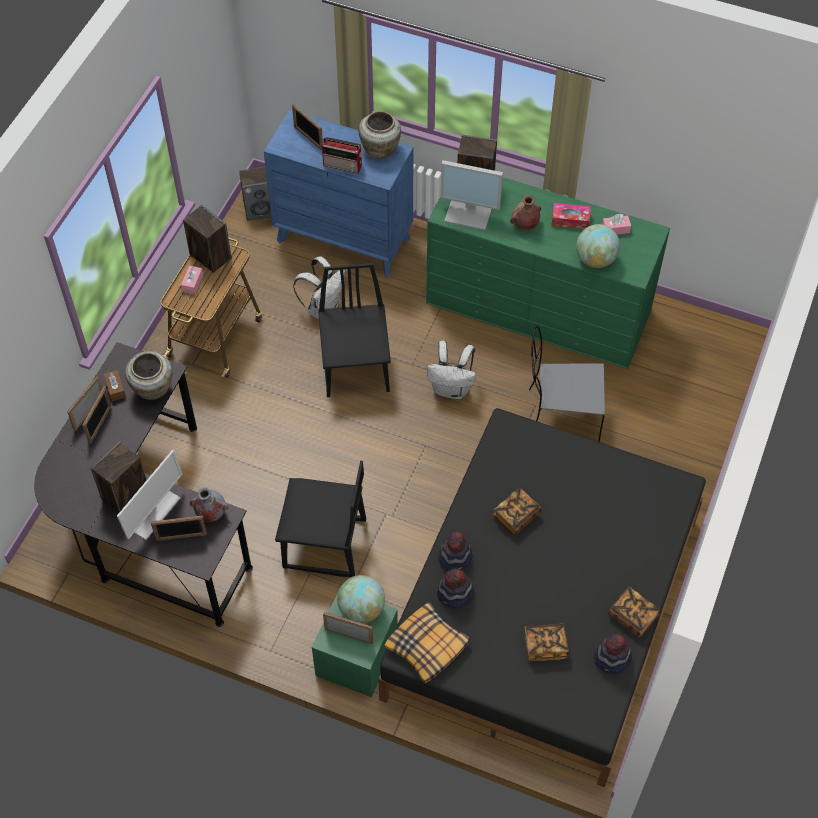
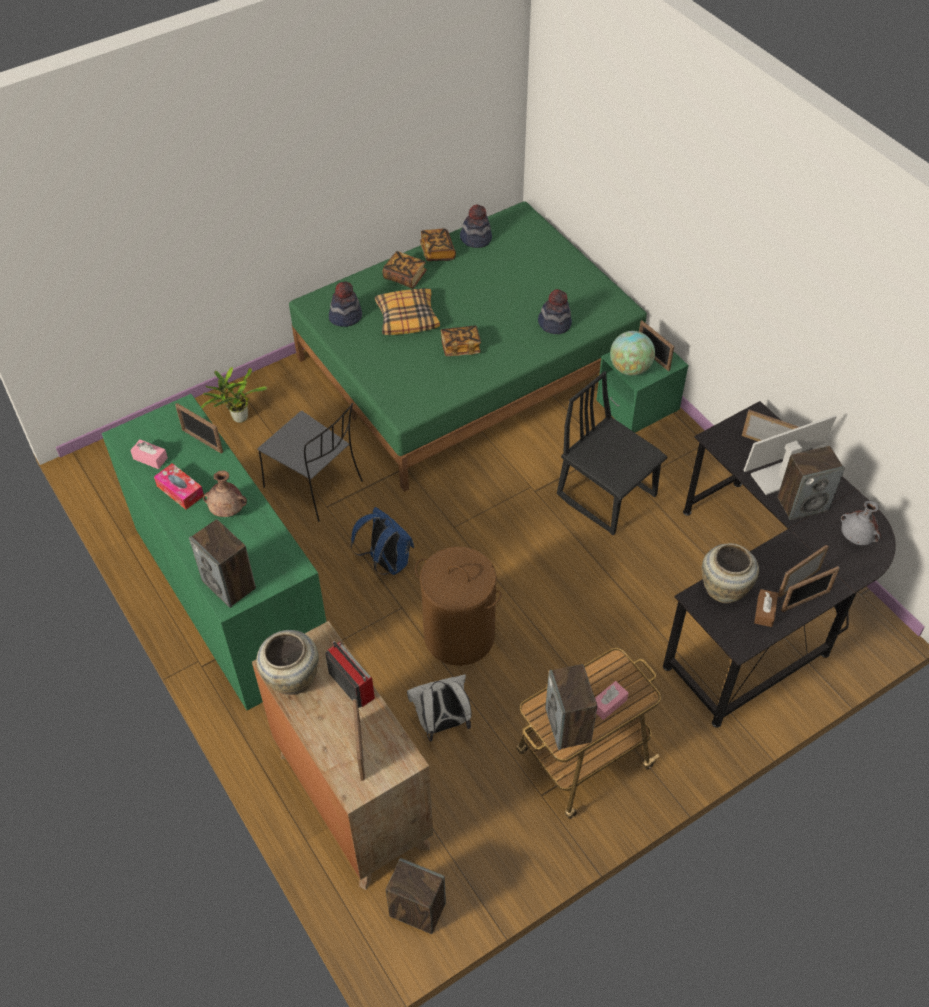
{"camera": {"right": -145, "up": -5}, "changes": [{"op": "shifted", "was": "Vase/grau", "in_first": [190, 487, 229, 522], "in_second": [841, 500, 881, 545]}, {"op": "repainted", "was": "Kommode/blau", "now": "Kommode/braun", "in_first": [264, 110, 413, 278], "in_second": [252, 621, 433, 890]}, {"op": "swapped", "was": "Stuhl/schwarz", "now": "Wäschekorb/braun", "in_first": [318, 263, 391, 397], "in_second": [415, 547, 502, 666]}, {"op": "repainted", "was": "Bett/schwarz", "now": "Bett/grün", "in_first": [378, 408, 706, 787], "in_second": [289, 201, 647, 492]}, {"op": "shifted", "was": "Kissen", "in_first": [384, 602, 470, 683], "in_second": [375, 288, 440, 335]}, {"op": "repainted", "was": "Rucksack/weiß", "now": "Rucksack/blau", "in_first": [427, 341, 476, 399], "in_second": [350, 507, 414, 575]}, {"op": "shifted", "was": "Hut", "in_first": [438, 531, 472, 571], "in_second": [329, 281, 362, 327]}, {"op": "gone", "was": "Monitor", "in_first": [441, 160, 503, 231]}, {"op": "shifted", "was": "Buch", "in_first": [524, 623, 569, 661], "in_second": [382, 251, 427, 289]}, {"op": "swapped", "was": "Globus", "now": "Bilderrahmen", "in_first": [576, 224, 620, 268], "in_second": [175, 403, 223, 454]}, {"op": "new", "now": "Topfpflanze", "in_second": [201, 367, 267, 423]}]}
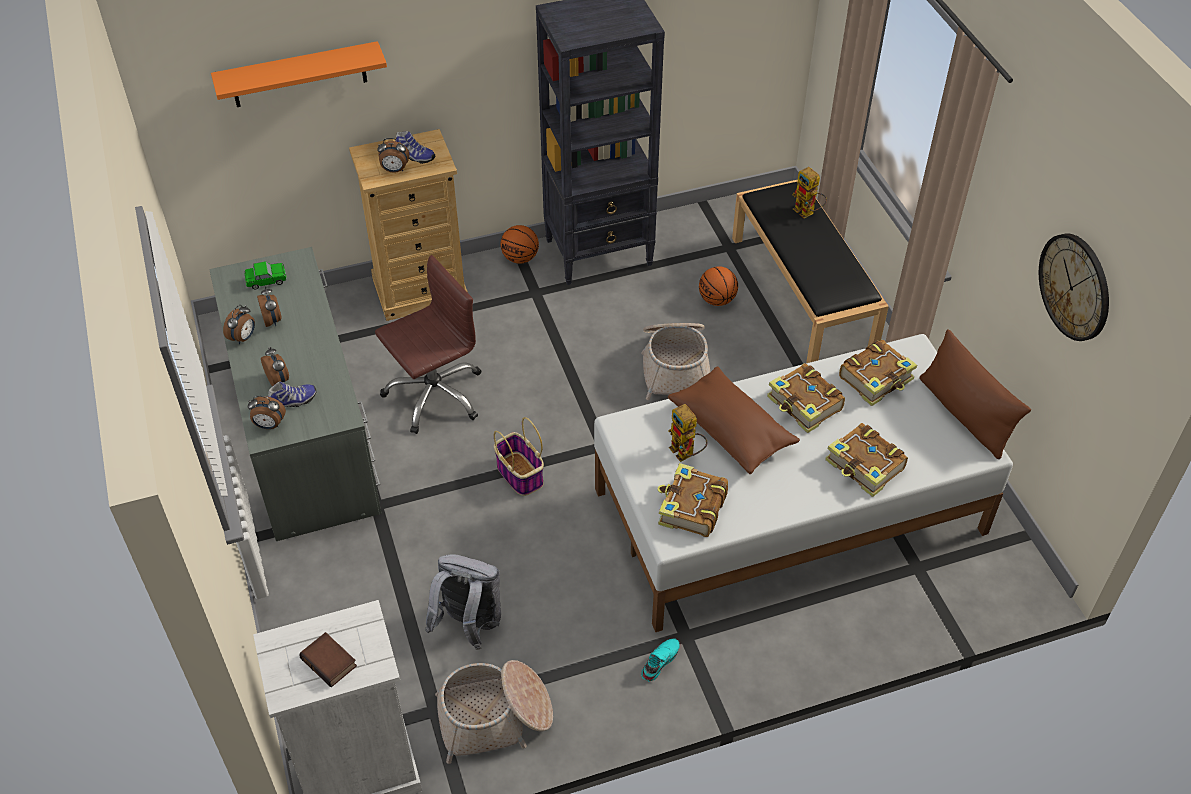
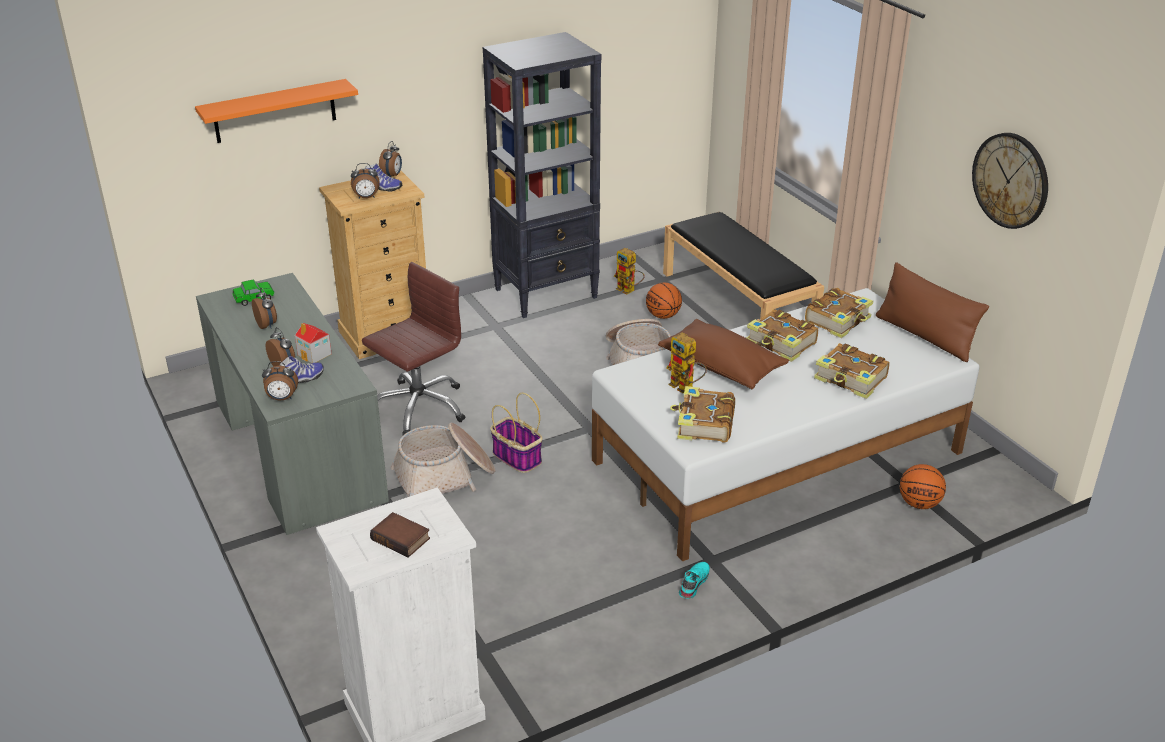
{"camera": {"right": -10, "up": -15}, "changes": [{"op": "shifted", "was": "Wecker", "in_first": [223, 305, 255, 344], "in_second": [379, 141, 402, 177]}, {"op": "gone", "was": "Rucksack/grau", "in_first": [425, 554, 501, 650]}, {"op": "shifted", "was": "Korb", "in_first": [435, 660, 553, 764], "in_second": [390, 423, 495, 497]}, {"op": "shifted", "was": "Basketball", "in_first": [501, 225, 539, 264], "in_second": [900, 464, 946, 509]}, {"op": "shifted", "was": "Spielzeugroboter", "in_first": [792, 167, 827, 219], "in_second": [614, 248, 644, 295]}, {"op": "new", "now": "Spielzeughaus", "in_second": [295, 323, 332, 363]}]}
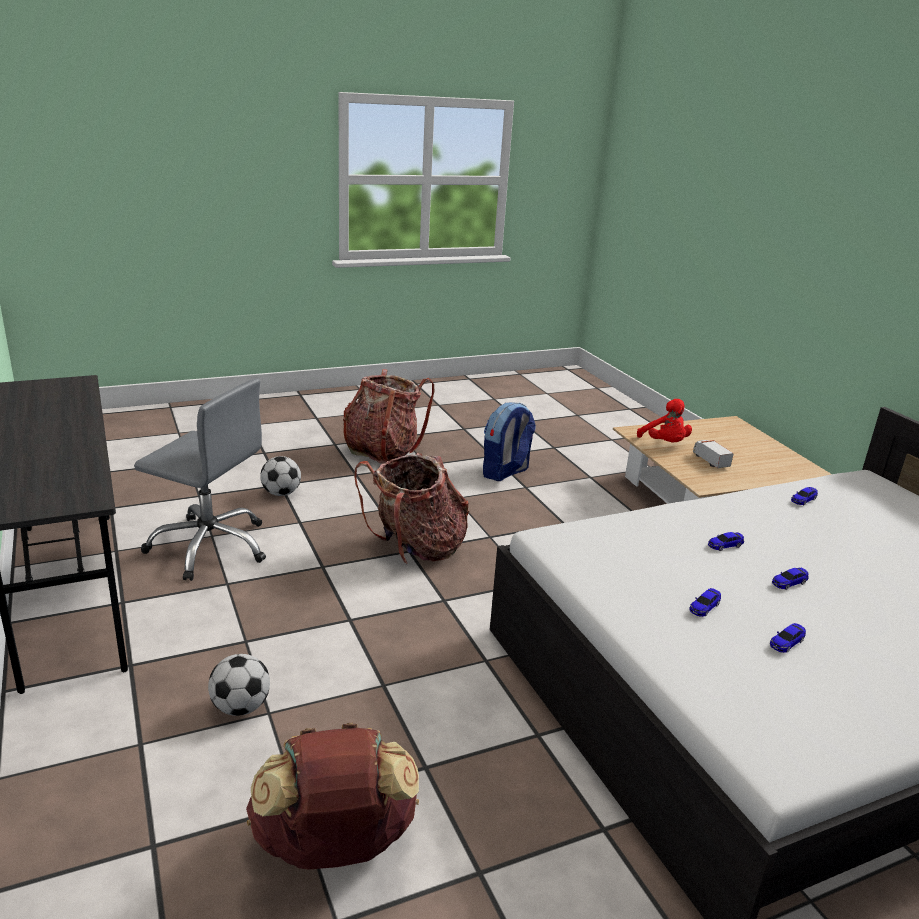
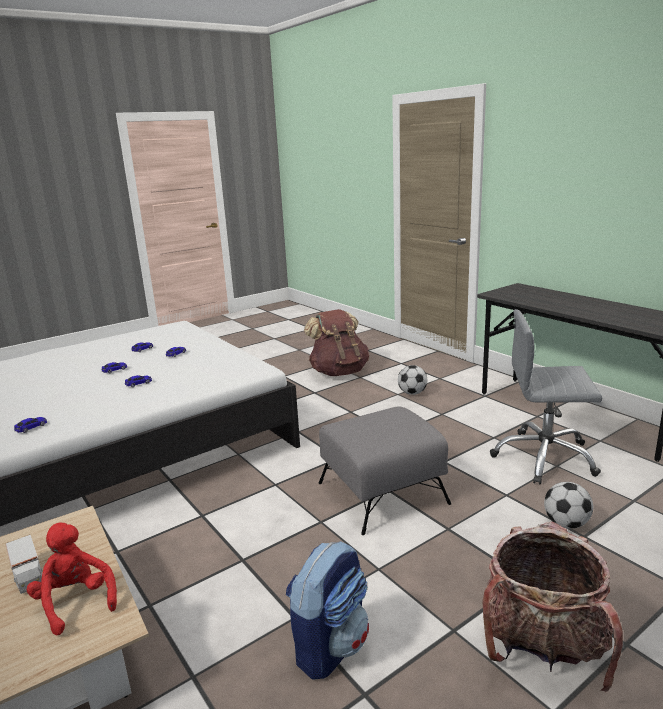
{"camera": {"right": 170, "up": -5}, "changes": [{"op": "swapped", "was": "Rucksack", "now": "Polsterhocker/grau", "in_first": [354, 453, 469, 564], "in_second": [318, 406, 451, 535]}]}
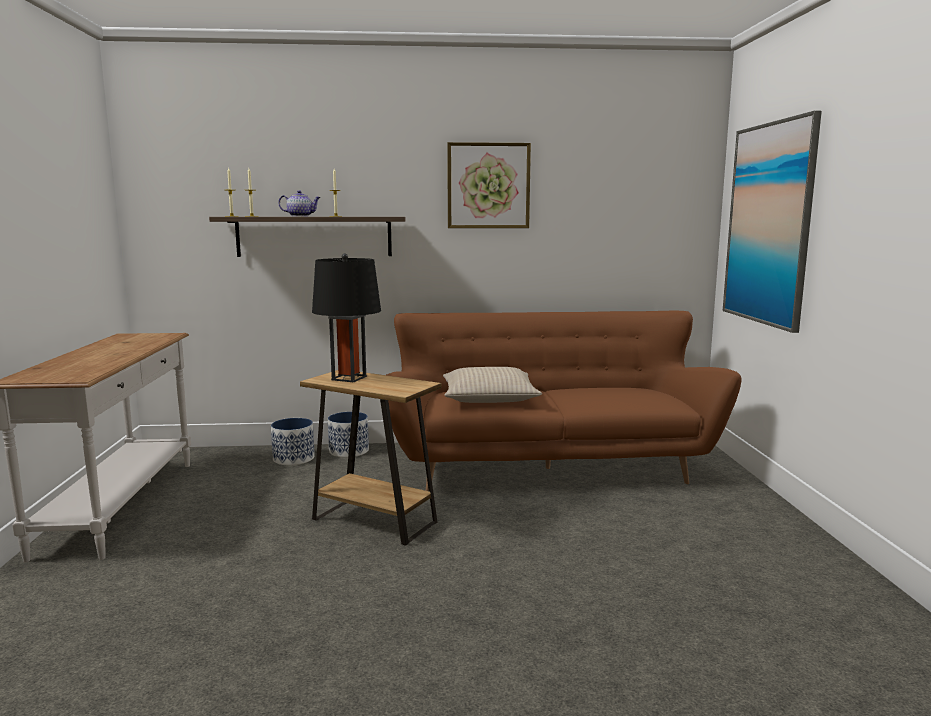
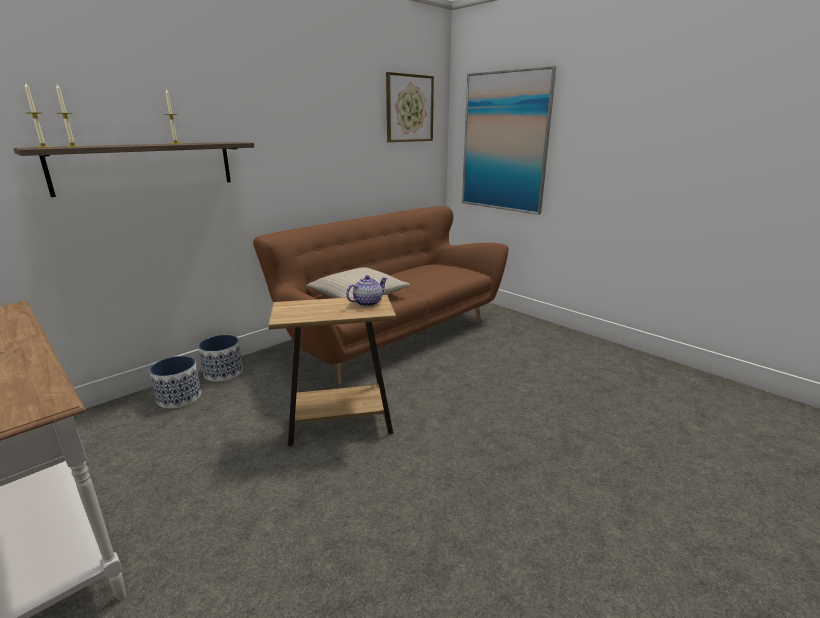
{"camera": {"right": -40, "up": 10}, "changes": [{"op": "shifted", "was": "Teekanne", "in_first": [278, 190, 321, 216], "in_second": [346, 275, 388, 307]}, {"op": "gone", "was": "Tischlampe/schwarz", "in_first": [312, 253, 381, 382]}, {"op": "shifted", "was": "Bild", "in_first": [447, 142, 531, 228], "in_second": [386, 72, 434, 142]}]}
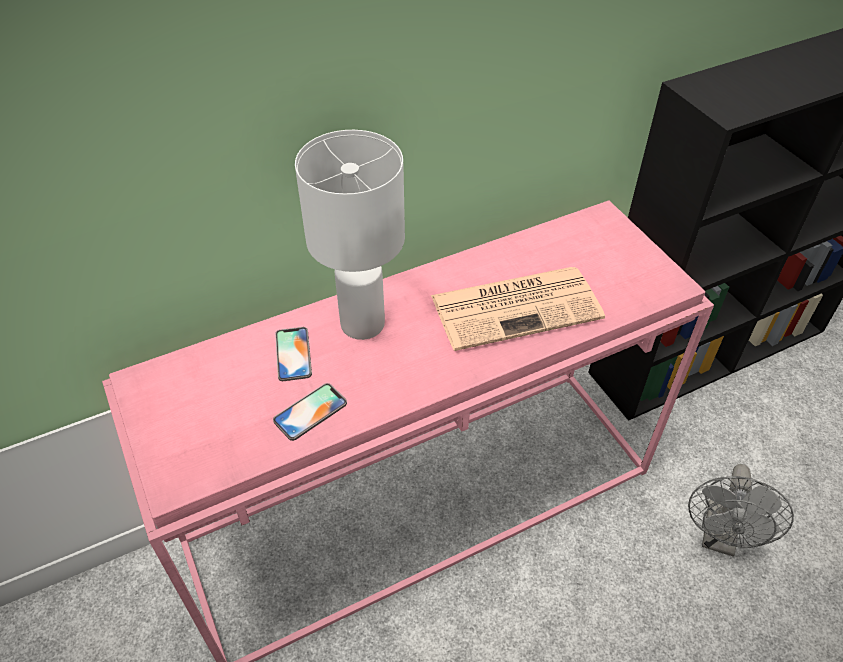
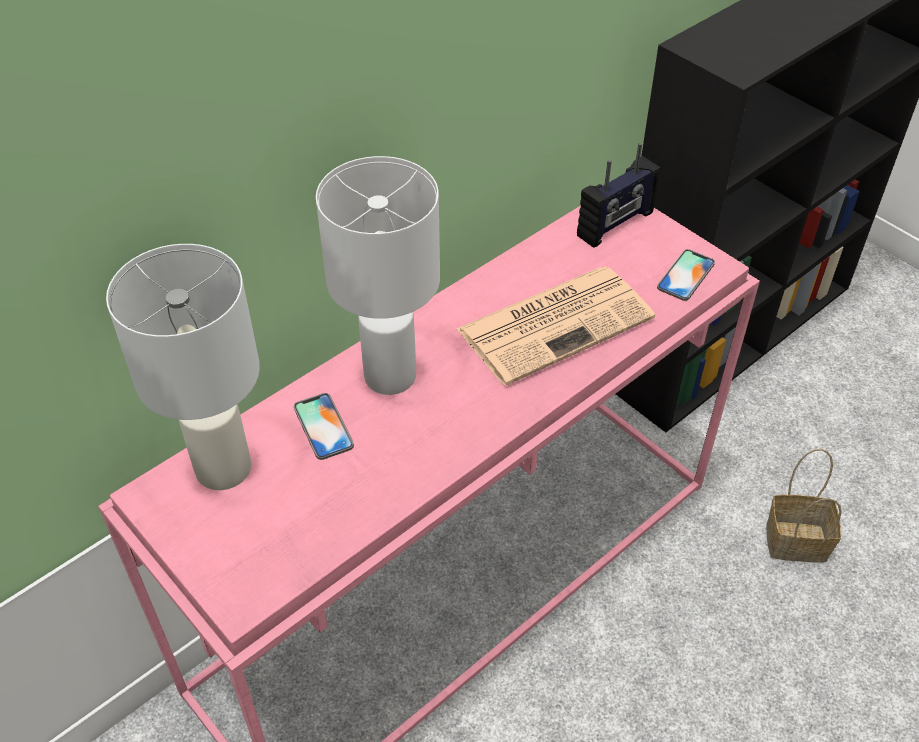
{"camera": {"right": -15, "up": 0}, "changes": [{"op": "shifted", "was": "Handy", "in_first": [273, 383, 347, 441], "in_second": [657, 249, 715, 301]}, {"op": "swapped", "was": "Ventilator/grau", "now": "Korb", "in_first": [688, 464, 794, 557], "in_second": [766, 449, 842, 562]}, {"op": "new", "now": "Tischlampe/weiß", "in_second": [106, 244, 260, 490]}, {"op": "new", "now": "Radio", "in_second": [577, 143, 660, 248]}]}
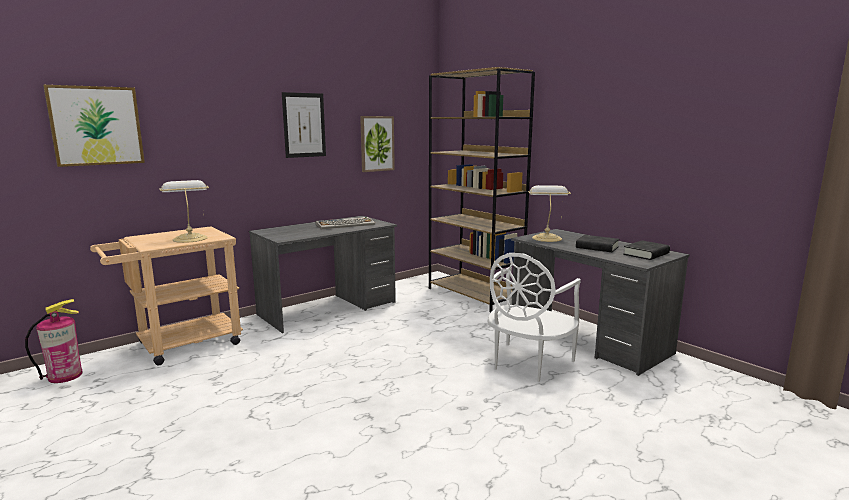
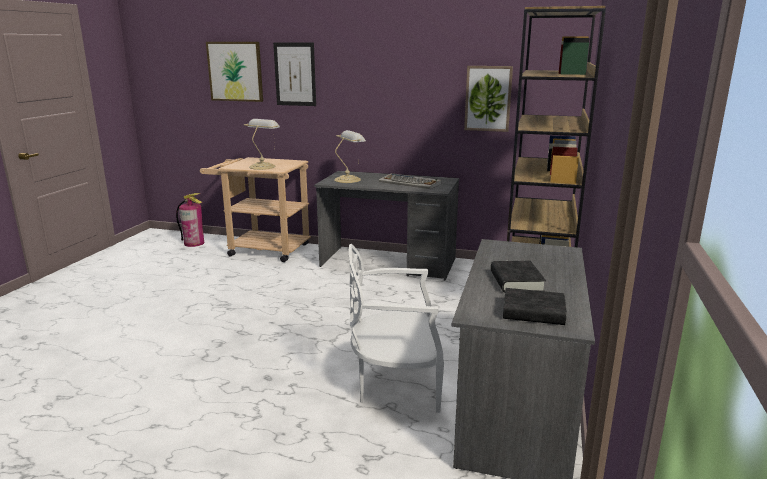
{"camera": {"right": 55, "up": 5}, "changes": [{"op": "shifted", "was": "Bild", "in_first": [282, 92, 326, 158], "in_second": [273, 43, 316, 106]}, {"op": "shifted", "was": "Tischlampe", "in_first": [528, 185, 571, 242], "in_second": [334, 130, 366, 183]}]}
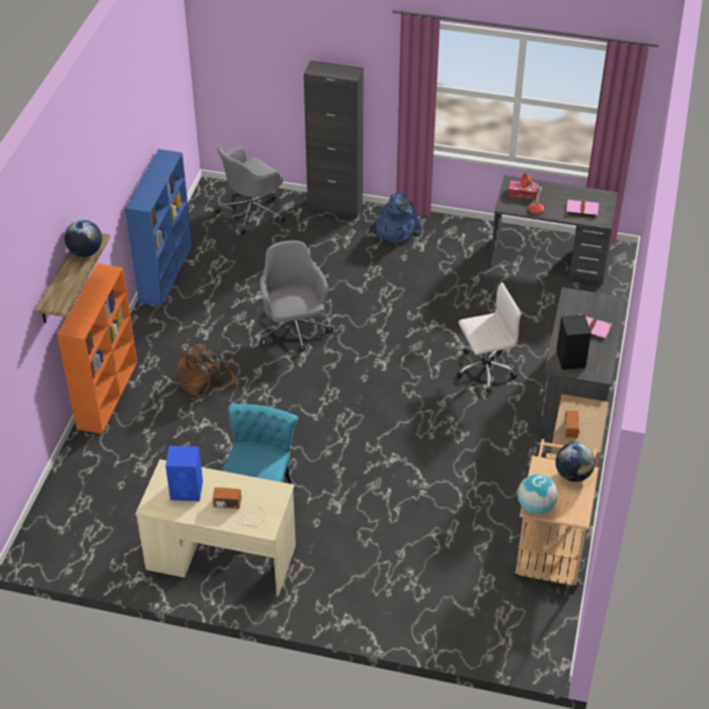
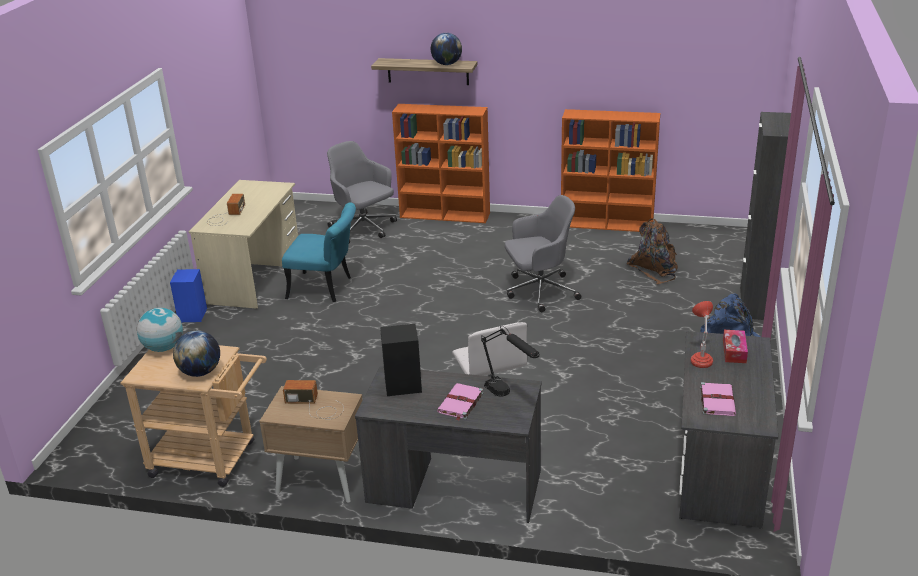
{"camera": {"right": 90, "up": -15}, "changes": [{"op": "repainted", "was": "Bücherregal/blau", "now": "Bücherregal/orange", "in_first": [125, 149, 192, 306], "in_second": [561, 109, 660, 232]}, {"op": "shifted", "was": "Lautsprecher/blau", "in_first": [166, 446, 203, 501], "in_second": [170, 269, 207, 322]}, {"op": "shifted", "was": "Rucksack/braun", "in_first": [176, 343, 238, 401], "in_second": [627, 218, 678, 284]}, {"op": "shifted", "was": "Bürostuhl/grau", "in_first": [214, 146, 285, 235], "in_second": [327, 141, 397, 243]}, {"op": "new", "now": "Tischlampe/schwarz", "in_second": [481, 326, 540, 397]}]}
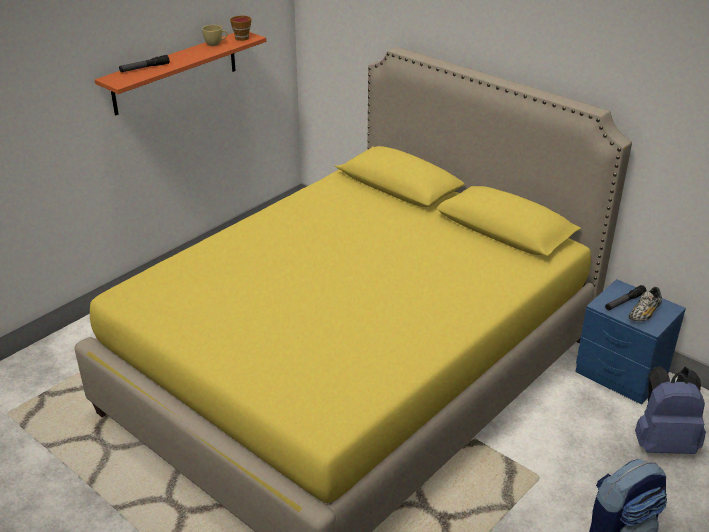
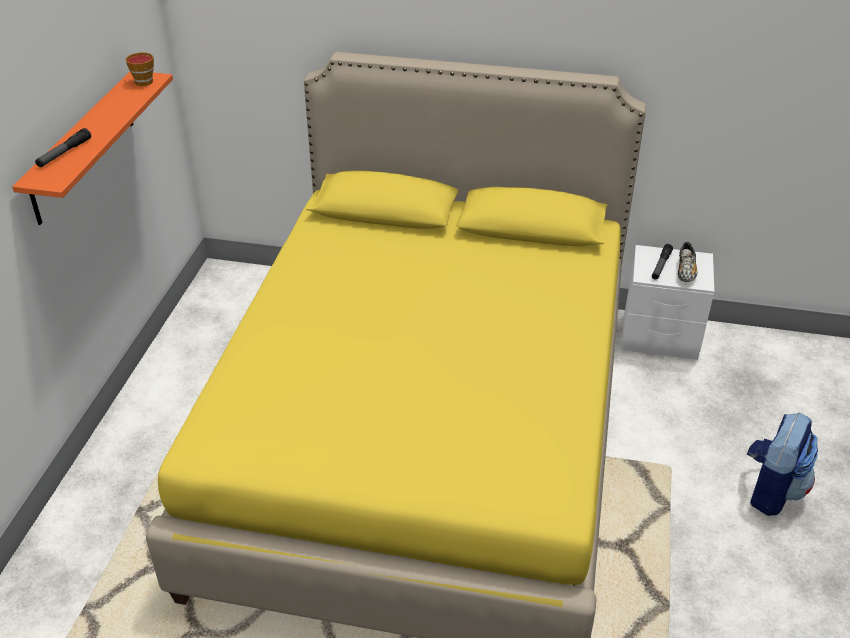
{"camera": {"right": -30, "up": 5}, "changes": [{"op": "gone", "was": "Tasse/gelb", "in_first": [202, 25, 228, 46]}, {"op": "repainted", "was": "Nachttisch/blau", "now": "Nachttisch/weiß", "in_first": [575, 279, 686, 405], "in_second": [622, 245, 714, 360]}, {"op": "gone", "was": "Rucksack/blau", "in_first": [635, 366, 706, 454]}]}
